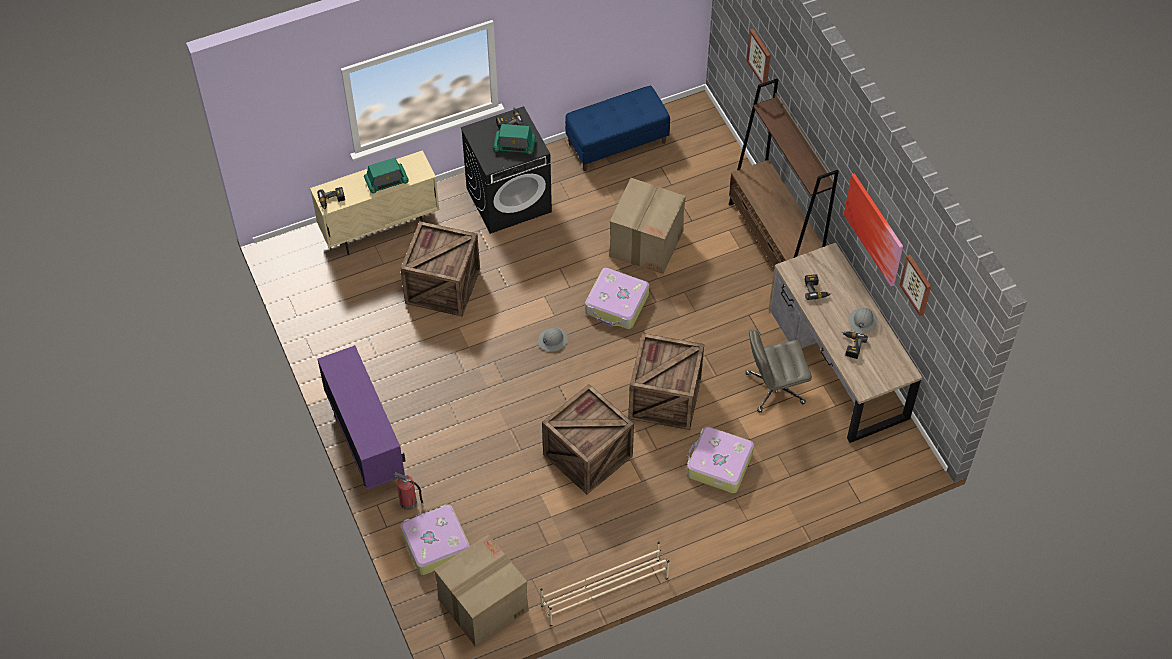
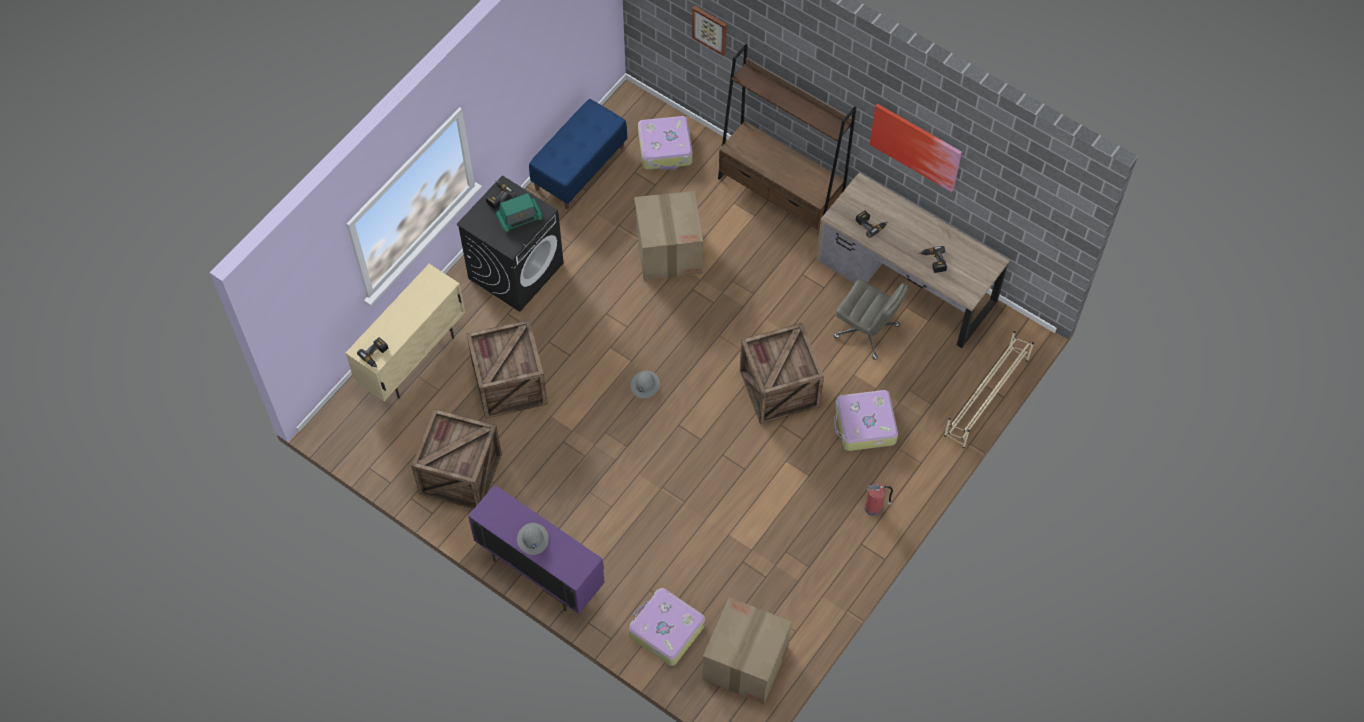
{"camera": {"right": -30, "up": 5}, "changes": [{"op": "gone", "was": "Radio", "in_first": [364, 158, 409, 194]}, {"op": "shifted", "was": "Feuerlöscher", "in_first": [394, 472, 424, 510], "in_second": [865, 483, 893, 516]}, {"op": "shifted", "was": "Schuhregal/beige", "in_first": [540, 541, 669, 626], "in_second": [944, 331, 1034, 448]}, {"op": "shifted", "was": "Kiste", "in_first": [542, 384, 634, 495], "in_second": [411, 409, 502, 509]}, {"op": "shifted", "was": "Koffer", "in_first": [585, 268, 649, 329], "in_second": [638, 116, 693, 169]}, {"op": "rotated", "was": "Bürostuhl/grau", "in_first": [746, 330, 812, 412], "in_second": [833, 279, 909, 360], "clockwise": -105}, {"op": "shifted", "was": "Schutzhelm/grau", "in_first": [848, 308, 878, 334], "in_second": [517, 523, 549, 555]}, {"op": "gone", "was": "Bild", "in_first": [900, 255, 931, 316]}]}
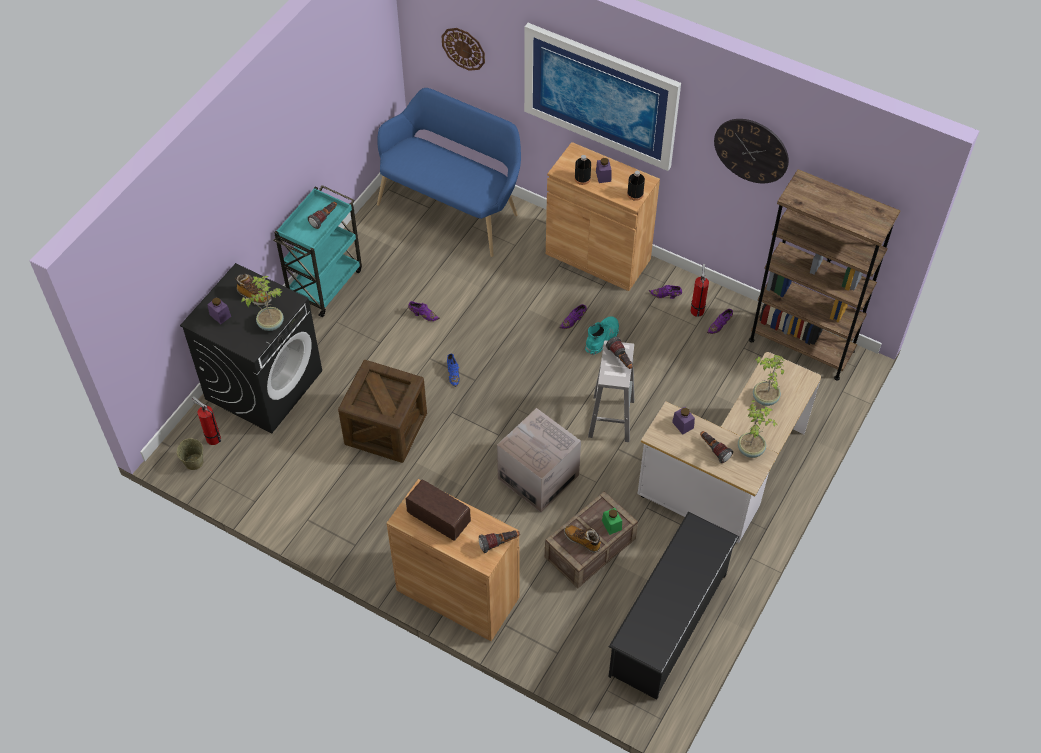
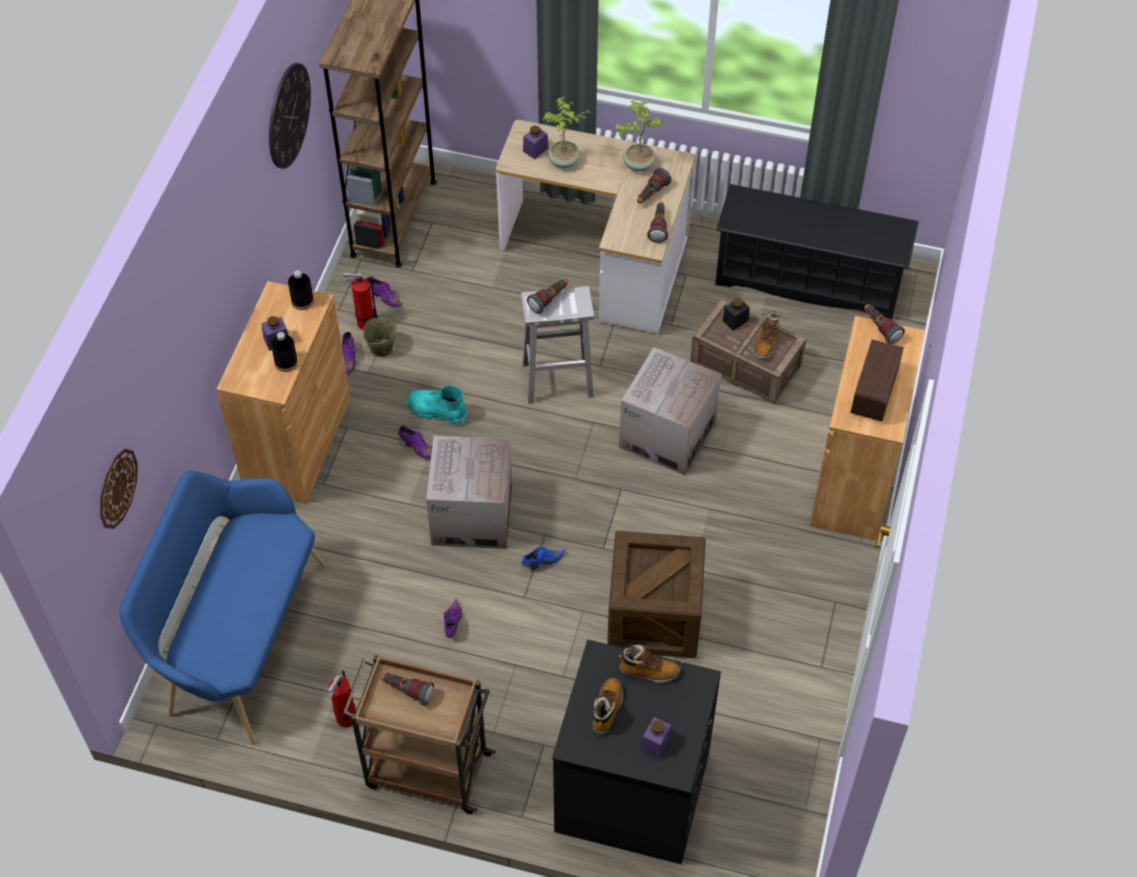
{"camera": {"right": -105, "up": 0}, "changes": [{"op": "shifted", "was": "Eimer/beige", "in_first": [177, 438, 203, 470], "in_second": [363, 318, 397, 357]}, {"op": "shifted", "was": "Feuerlöscher", "in_first": [192, 396, 221, 445], "in_second": [328, 670, 356, 728]}, {"op": "swapped", "was": "Topfpflanze", "now": "Stiefel", "in_first": [241, 276, 284, 331], "in_second": [619, 645, 680, 683]}, {"op": "repainted", "was": "Rollwagen/türkis", "now": "Rollwagen/braun", "in_first": [273, 185, 362, 317], "in_second": [343, 655, 496, 814]}, {"op": "gone", "was": "Bild", "in_first": [524, 23, 681, 171]}, {"op": "repainted", "was": "Vorratsglas/grün", "now": "Vorratsglas/schwarz", "in_first": [602, 508, 622, 535], "in_second": [722, 298, 749, 331]}, {"op": "shifted", "was": "Vorratsglas/lila", "in_first": [672, 407, 695, 435], "in_second": [523, 126, 549, 159]}, {"op": "new", "now": "Karton", "in_second": [426, 436, 512, 549]}, {"op": "new", "now": "Taschenlampe", "in_second": [647, 202, 669, 243]}]}
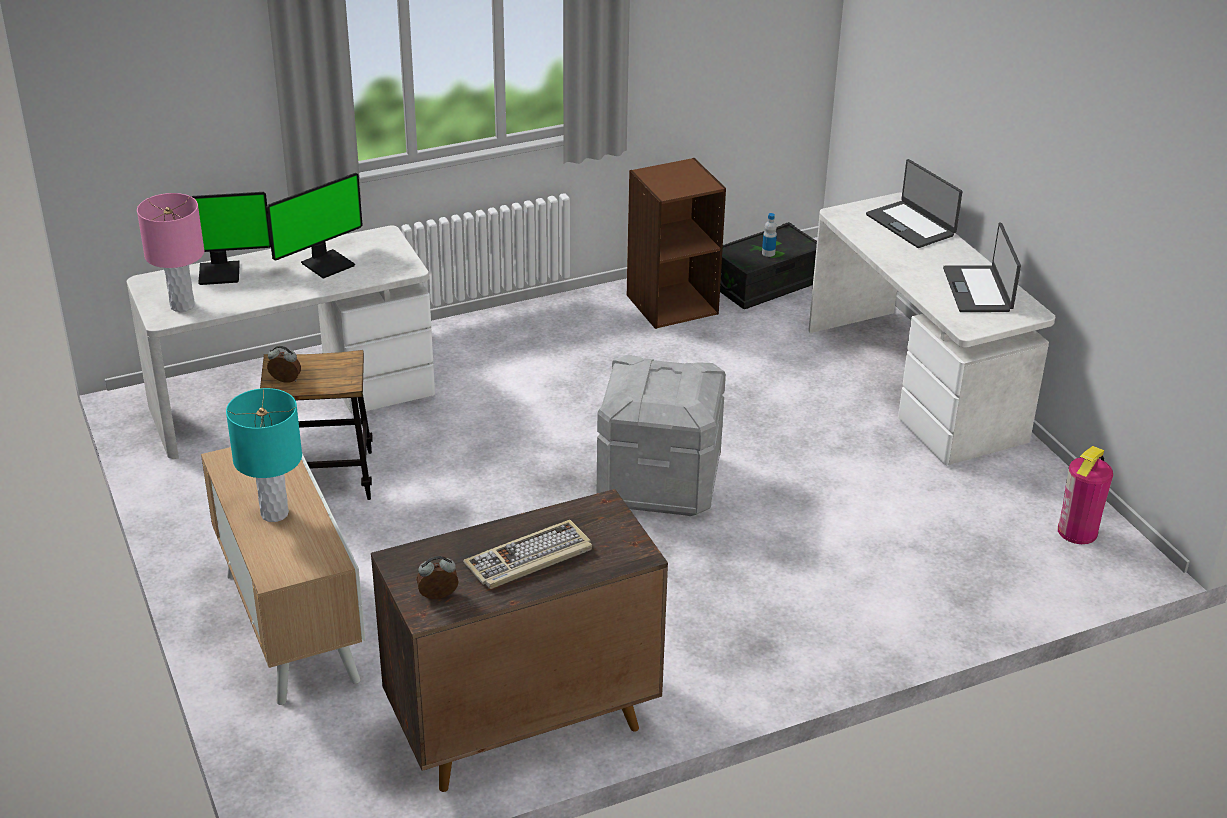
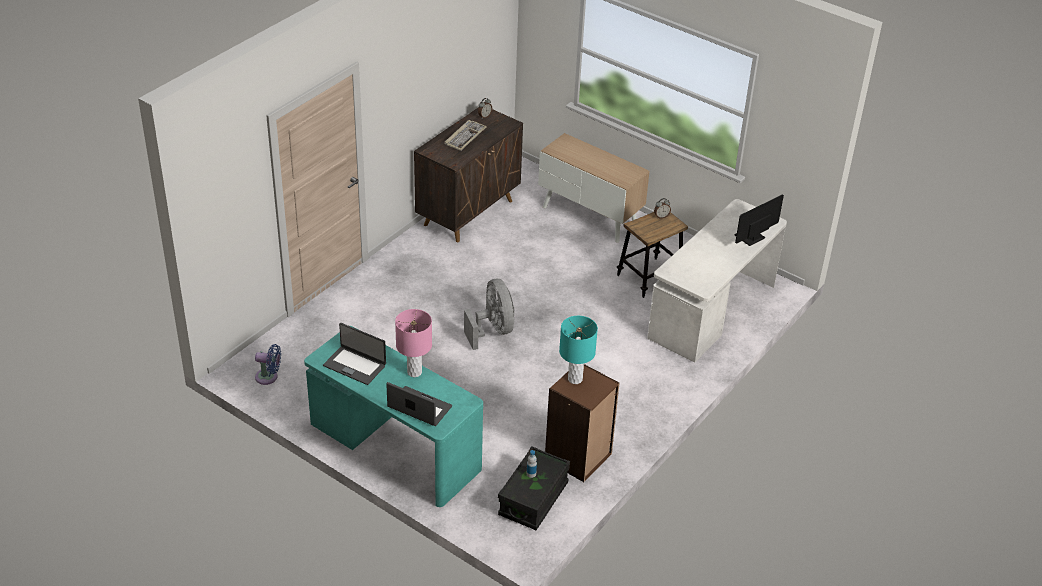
{"camera": {"right": 150, "up": 5}, "changes": [{"op": "shifted", "was": "Tischlampe/rosa", "in_first": [137, 193, 204, 312], "in_second": [395, 309, 432, 377]}, {"op": "shifted", "was": "Tischlampe/türkis", "in_first": [226, 388, 302, 522], "in_second": [559, 316, 598, 384]}, {"op": "gone", "was": "Monitor", "in_first": [266, 173, 362, 279]}, {"op": "swapped", "was": "Aufbewahrungsbox/grau", "now": "Ventilator/grau", "in_first": [597, 355, 726, 516], "in_second": [464, 279, 515, 350]}, {"op": "repainted", "was": "Schreibtisch/weiß", "now": "Schreibtisch/türkis", "in_first": [808, 193, 1055, 465], "in_second": [304, 326, 483, 507]}, {"op": "rotated", "was": "Laptop", "in_first": [943, 223, 1021, 312], "in_second": [323, 323, 386, 385], "clockwise": 150}, {"op": "swapped", "was": "Feuerlöscher", "now": "Ventilator/blau", "in_first": [1058, 446, 1113, 544], "in_second": [255, 344, 281, 385]}]}
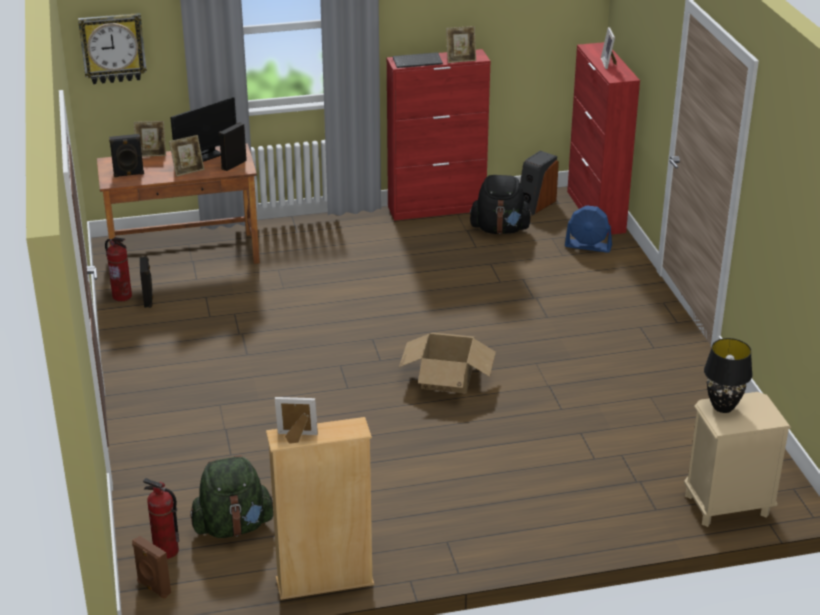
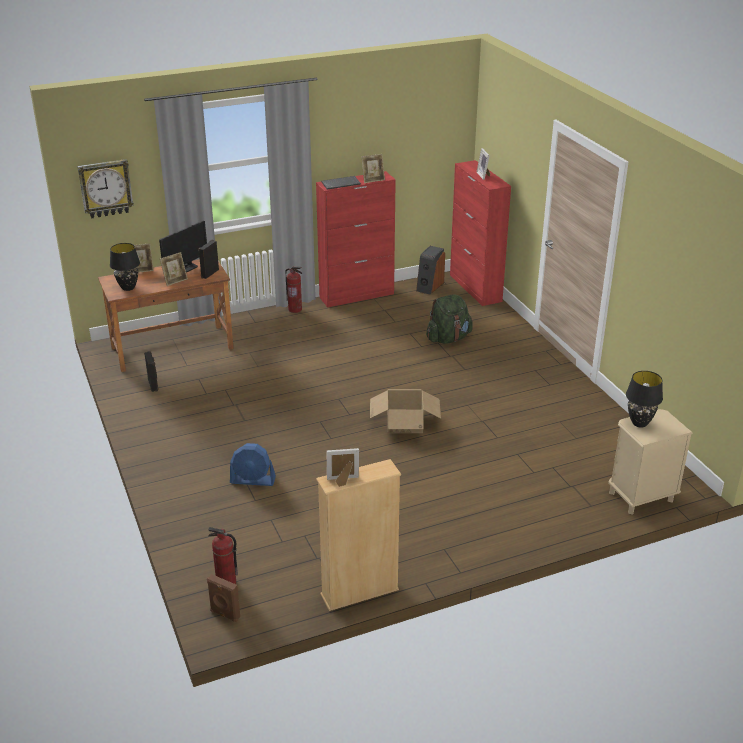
{"camera": {"right": -10, "up": 0}, "changes": [{"op": "shifted", "was": "Feuerlöscher", "in_first": [105, 237, 132, 302], "in_second": [285, 266, 302, 313]}, {"op": "swapped", "was": "Lautsprecher/schwarz", "now": "Tischlampe/schwarz", "in_first": [109, 134, 144, 177], "in_second": [110, 243, 140, 291]}, {"op": "shifted", "was": "Rucksack/grün", "in_first": [190, 455, 273, 538], "in_second": [426, 294, 473, 344]}, {"op": "gone", "was": "Rucksack/schwarz", "in_first": [470, 175, 533, 234]}, {"op": "shifted", "was": "Ventilator/blau", "in_first": [565, 205, 612, 253], "in_second": [230, 443, 276, 486]}]}
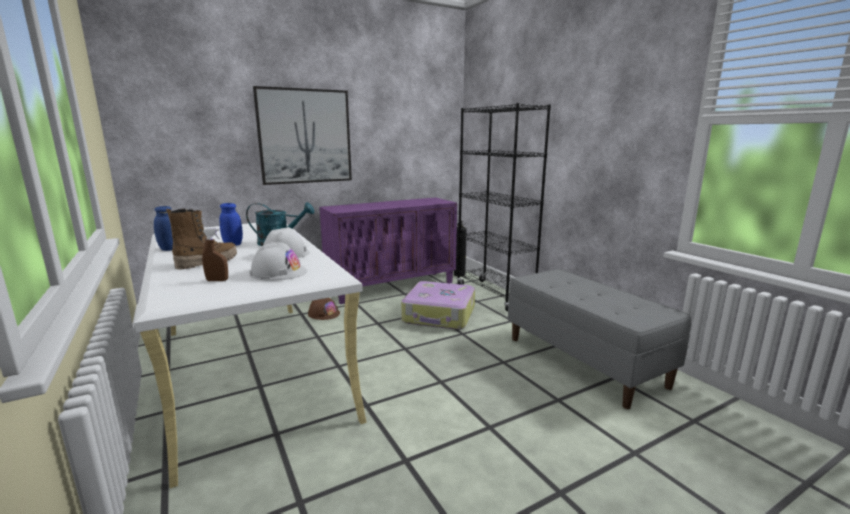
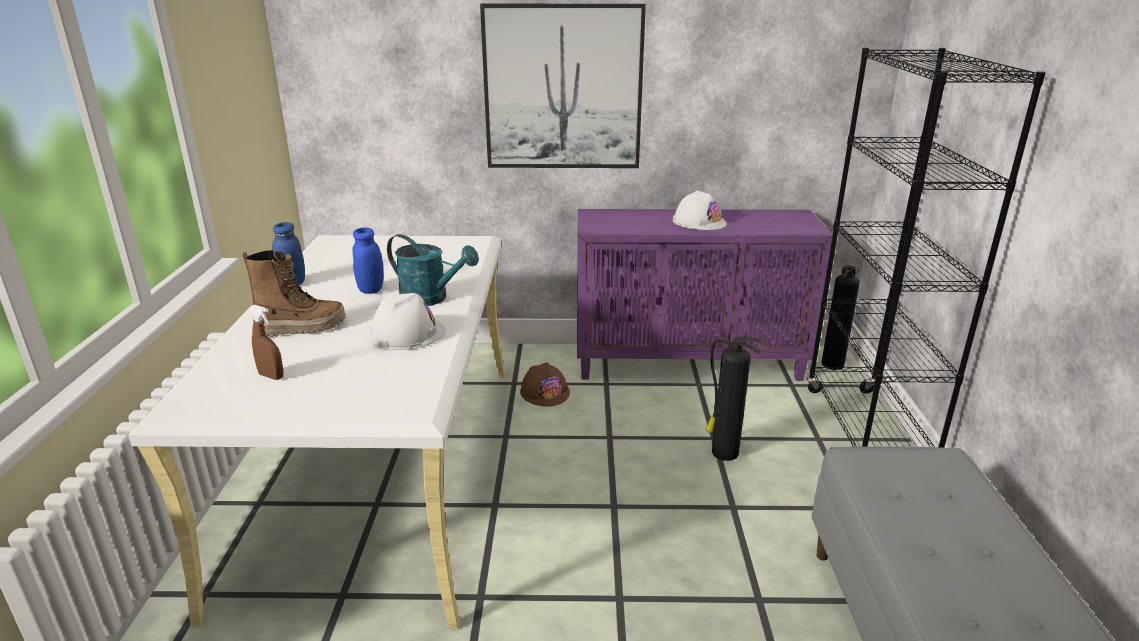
{"camera": {"right": 30, "up": 10}, "changes": [{"op": "shifted", "was": "Schutzhelm/weiß", "in_first": [249, 242, 307, 280], "in_second": [673, 191, 727, 230]}, {"op": "swapped", "was": "Koffer", "now": "Feuerlöscher", "in_first": [401, 281, 475, 330], "in_second": [706, 336, 762, 461]}]}
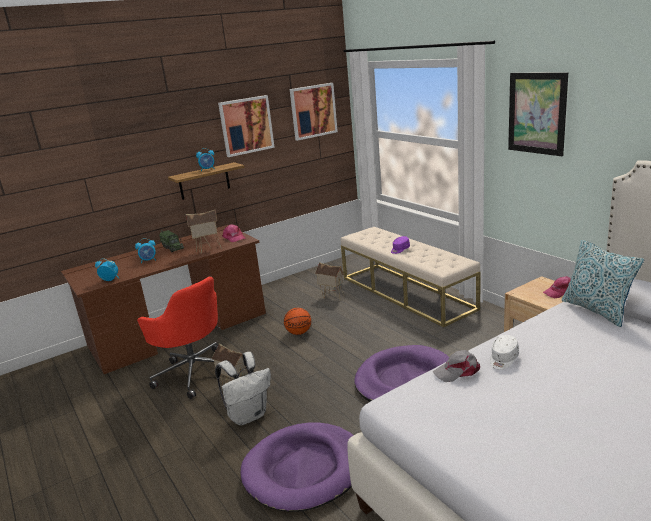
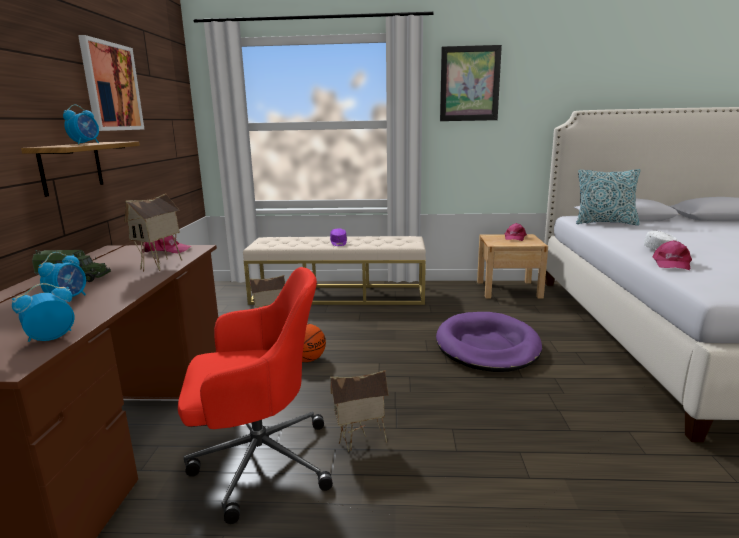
{"camera": {"right": -55, "up": -5}, "changes": [{"op": "gone", "was": "Rucksack/weiß", "in_first": [215, 352, 271, 425]}, {"op": "gone", "was": "Hundebett/lila", "in_first": [241, 422, 354, 512]}, {"op": "gone", "was": "Bild", "in_first": [290, 83, 338, 141]}, {"op": "repainted", "was": "Kappe/grau", "now": "Kappe/rosa", "in_first": [433, 350, 480, 382], "in_second": [653, 240, 692, 270]}]}
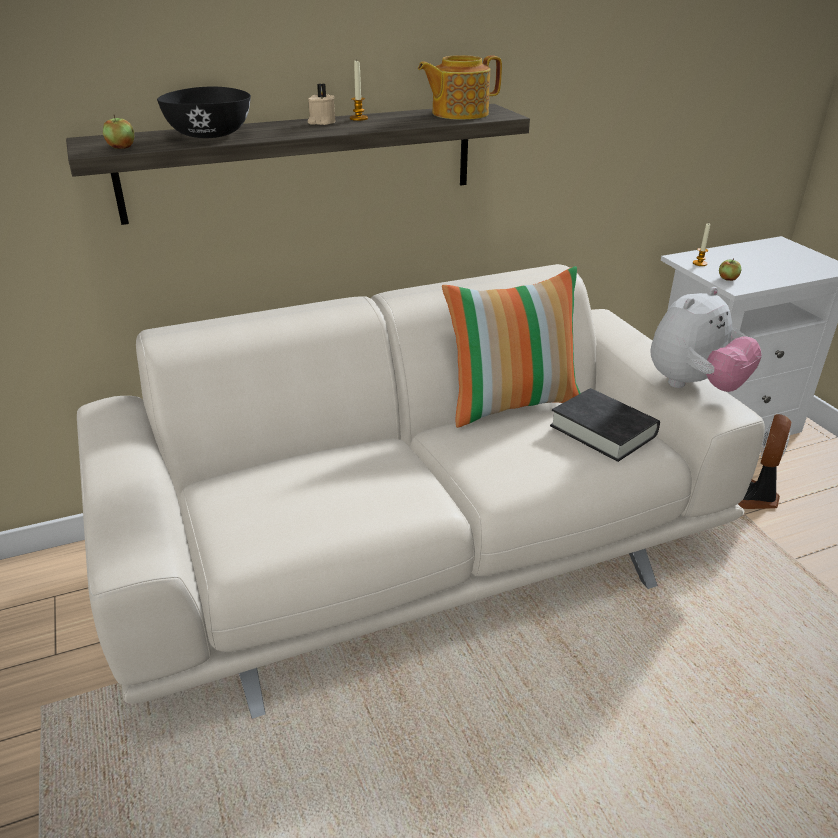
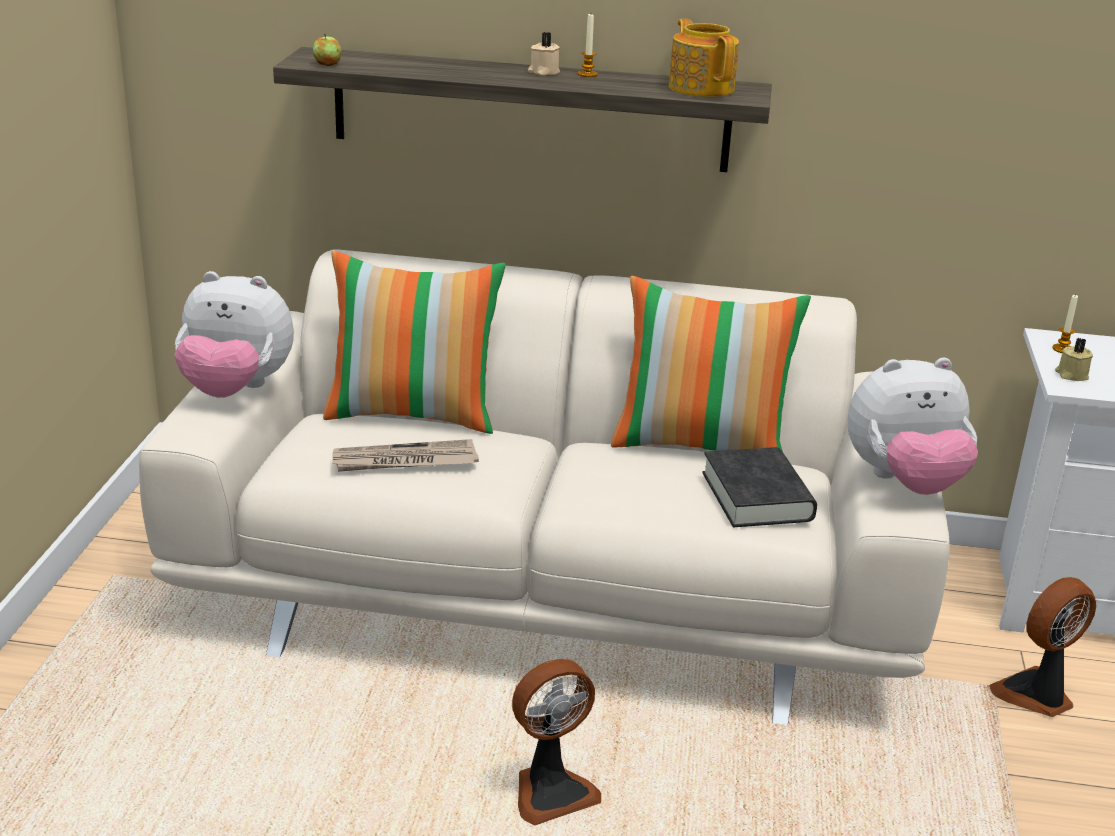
{"camera": {"right": 30, "up": -5}, "changes": [{"op": "gone", "was": "Schüssel/schwarz", "in_first": [157, 87, 251, 138]}, {"op": "rotated", "was": "Teekanne", "in_first": [418, 55, 502, 120], "in_second": [669, 19, 739, 97], "clockwise": 60}, {"op": "swapped", "was": "Apfel", "now": "Kerze/beige", "in_first": [719, 259, 741, 281], "in_second": [1055, 338, 1093, 381]}, {"op": "new", "now": "Plüschtier", "in_second": [174, 271, 294, 398]}, {"op": "new", "now": "Kissen", "in_second": [323, 251, 506, 434]}, {"op": "new", "now": "Zeitung", "in_second": [332, 439, 479, 472]}, {"op": "new", "now": "Ventilator", "in_second": [512, 659, 601, 825]}]}
